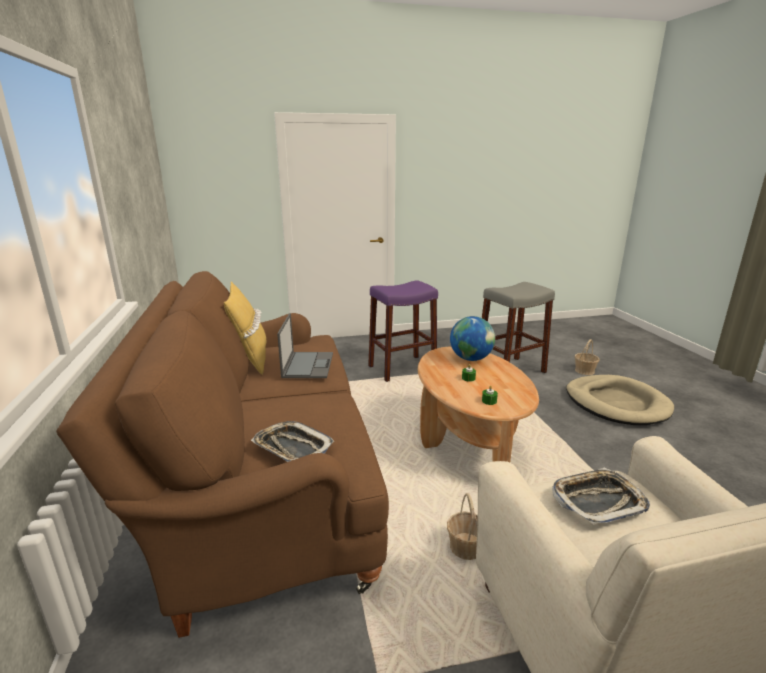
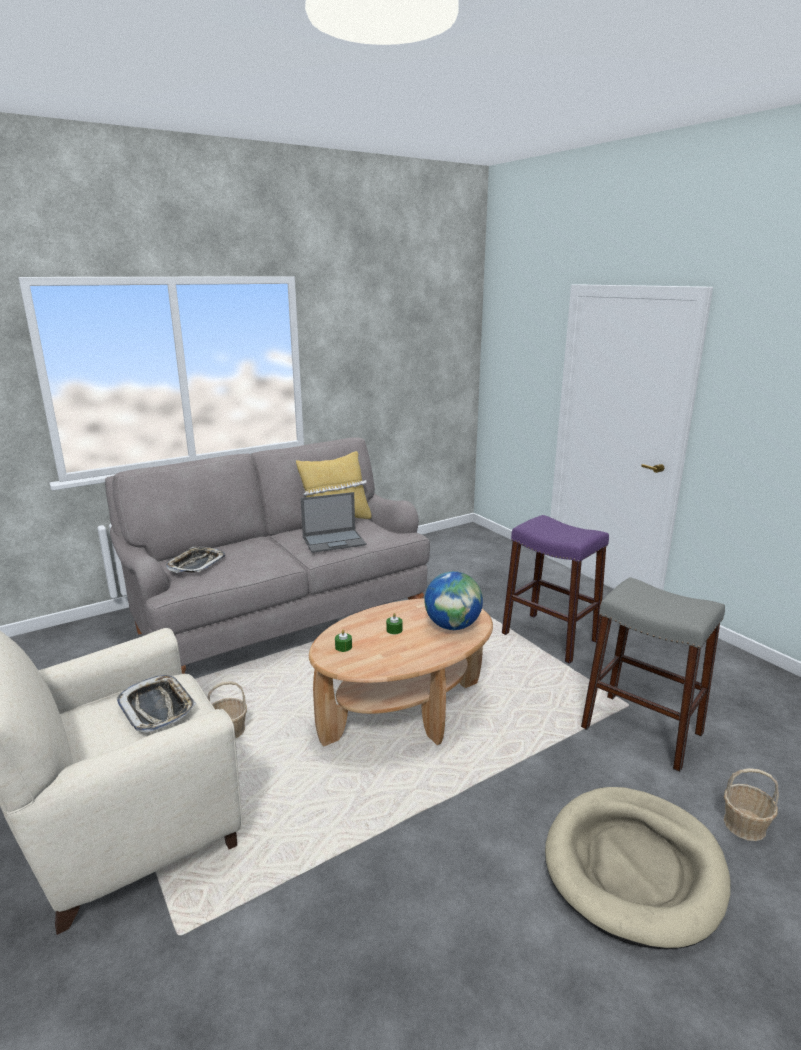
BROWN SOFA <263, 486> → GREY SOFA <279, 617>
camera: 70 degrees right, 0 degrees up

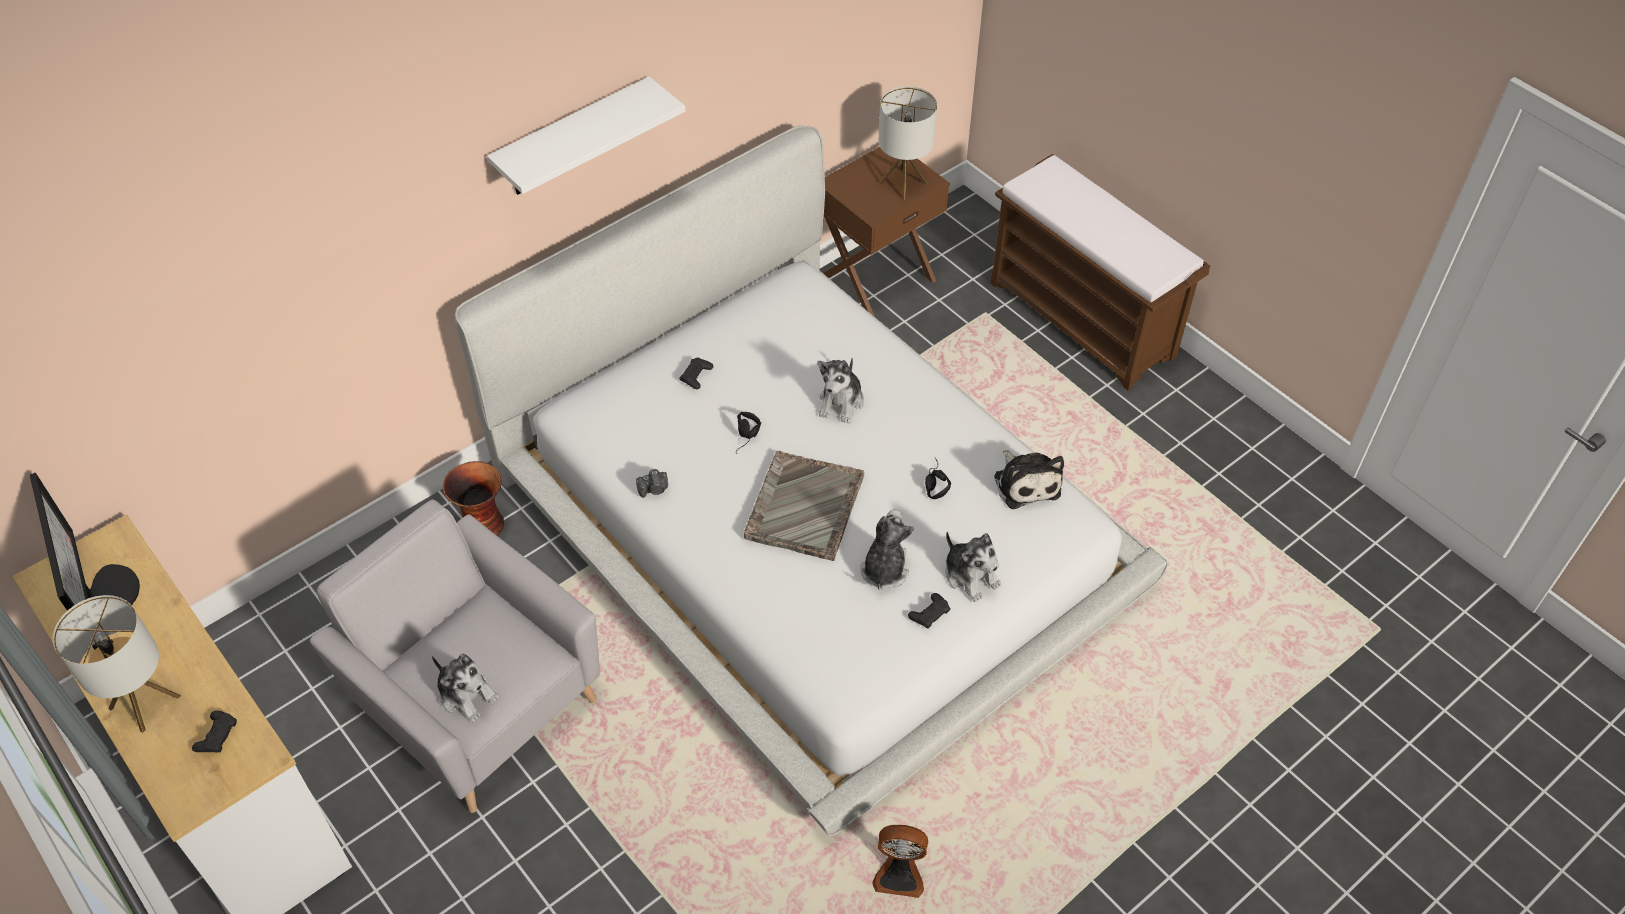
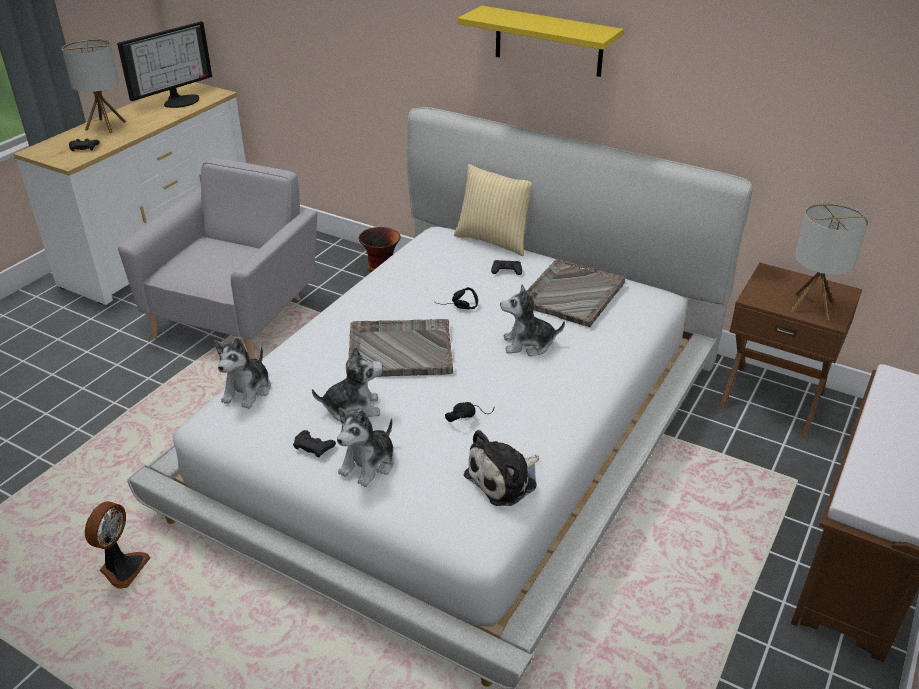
PLUSH TOY <467, 695> → PLUSH TOY <248, 390>, shifted
WHITE SHELF <573, 139> → YELLOW SHELF <548, 41>
PHOTO CAMERA <654, 489> → -
FAN <899, 875> → FAN <122, 568>, 150 degrees counterclockwise
- → PILLOW <494, 240>
- → GREY TRAY <571, 294>
camera: 70 degrees right, 15 degrees down

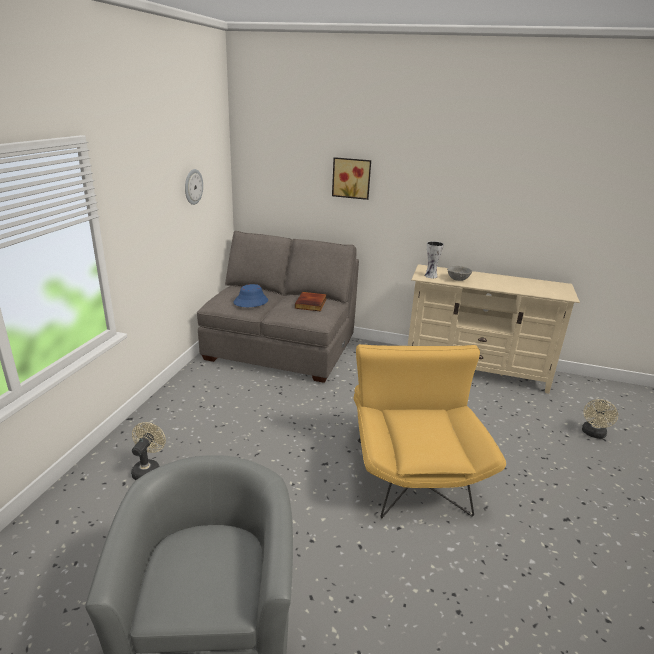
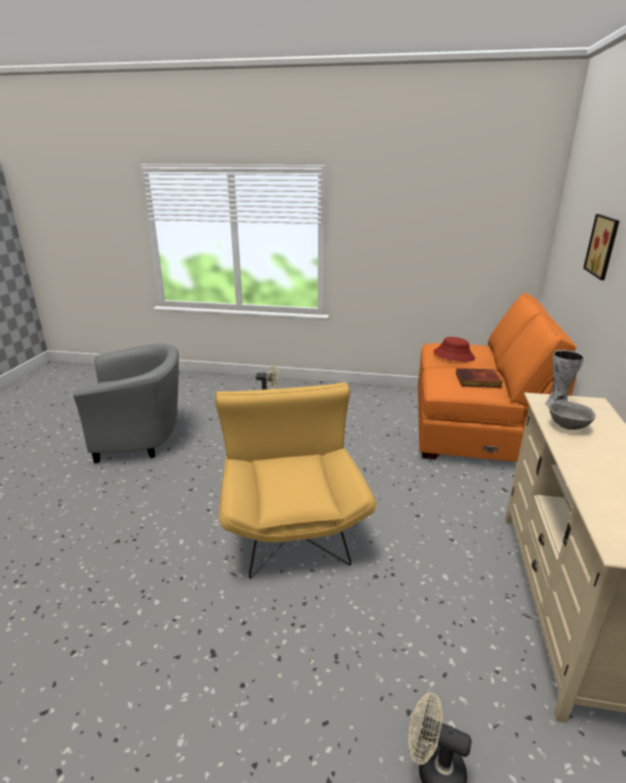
WALL CLOCK <193, 186> → -
GREY SOFA <280, 349> → ORANGE SOFA <474, 426>
BLUE HAT <251, 301> → RED HAT <453, 355>
YELLOW ARMCHAIR <411, 467> → YELLOW ARMCHAIR <290, 520>, 90 degrees counterclockwise
camera: 85 degrees right, 0 degrees up

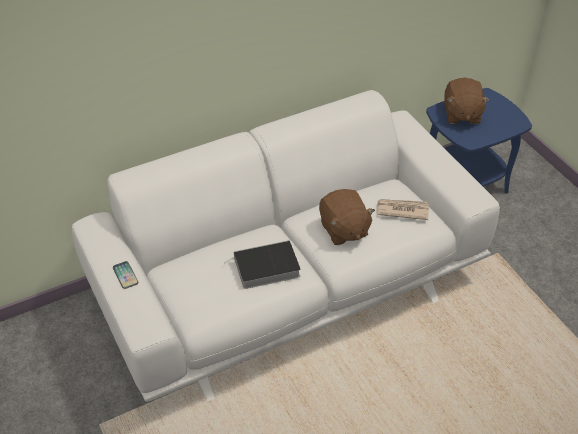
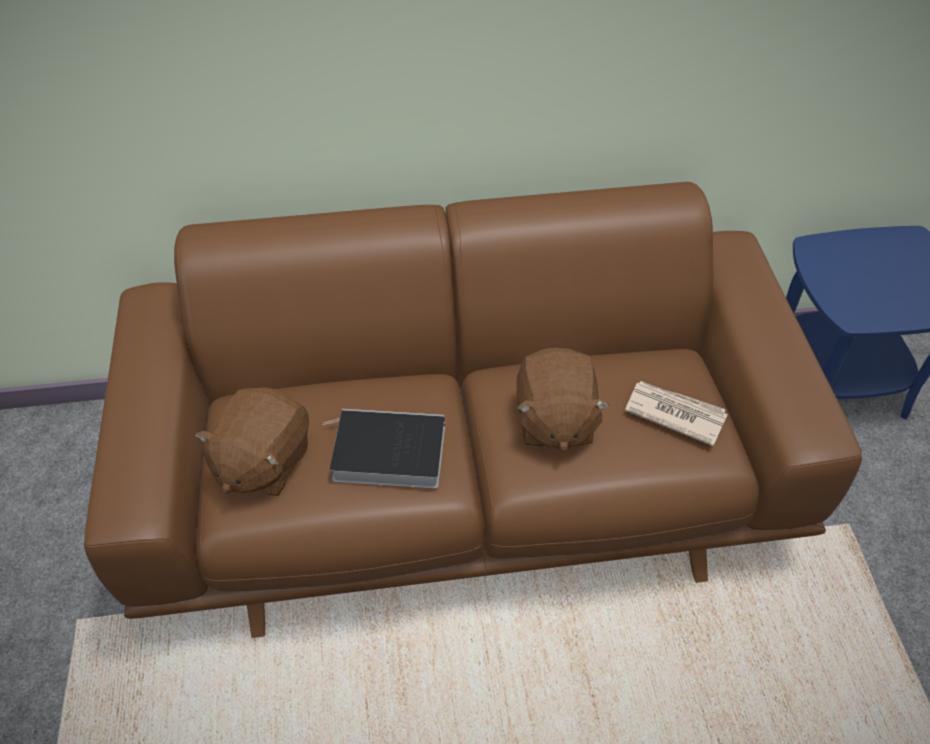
WHITE SOFA <289, 287> → BROWN SOFA <467, 479>
PHONE <125, 275> → -
BROWN PLUSH TOY <461, 114> → BROWN PLUSH TOY <262, 462>, shifted
camera: 20 degrees right, 5 degrees up

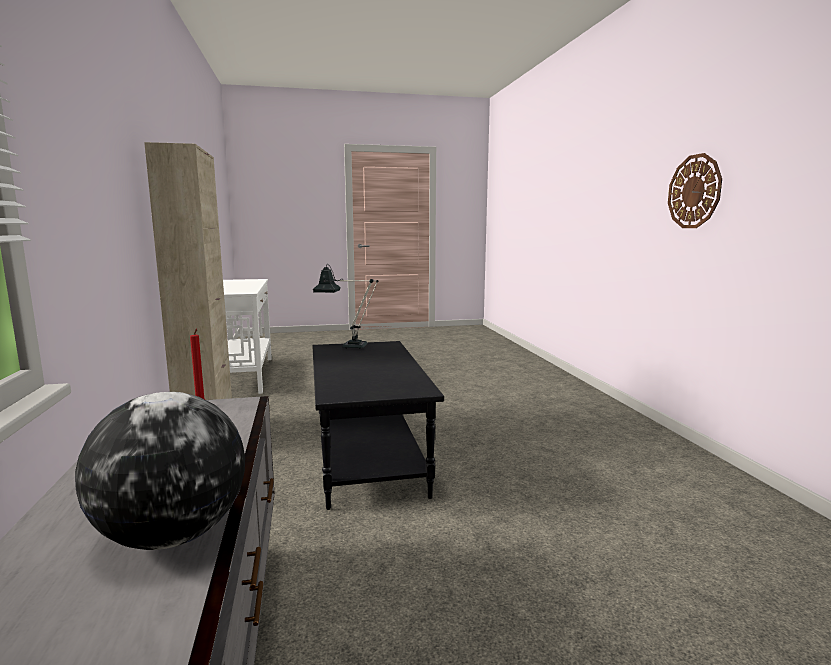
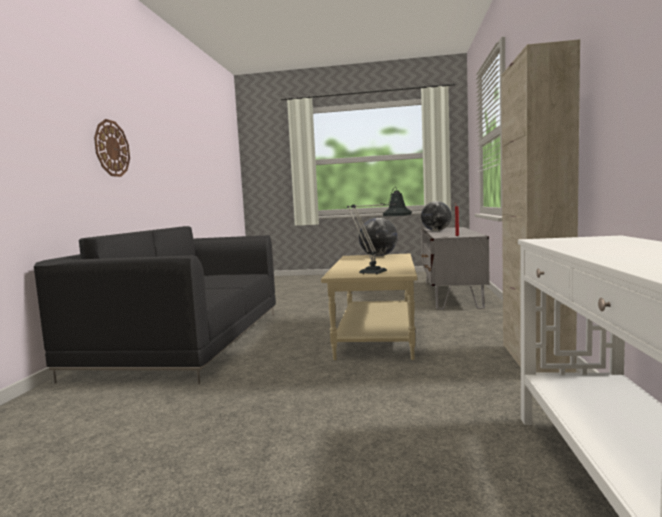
BLACK COFFEE TABLE <369, 456> → BEIGE COFFEE TABLE <375, 335>
- → BLACK SOFA <186, 342>
- → GLOBE <379, 256>
camera: 160 degrees left, 5 degrees down

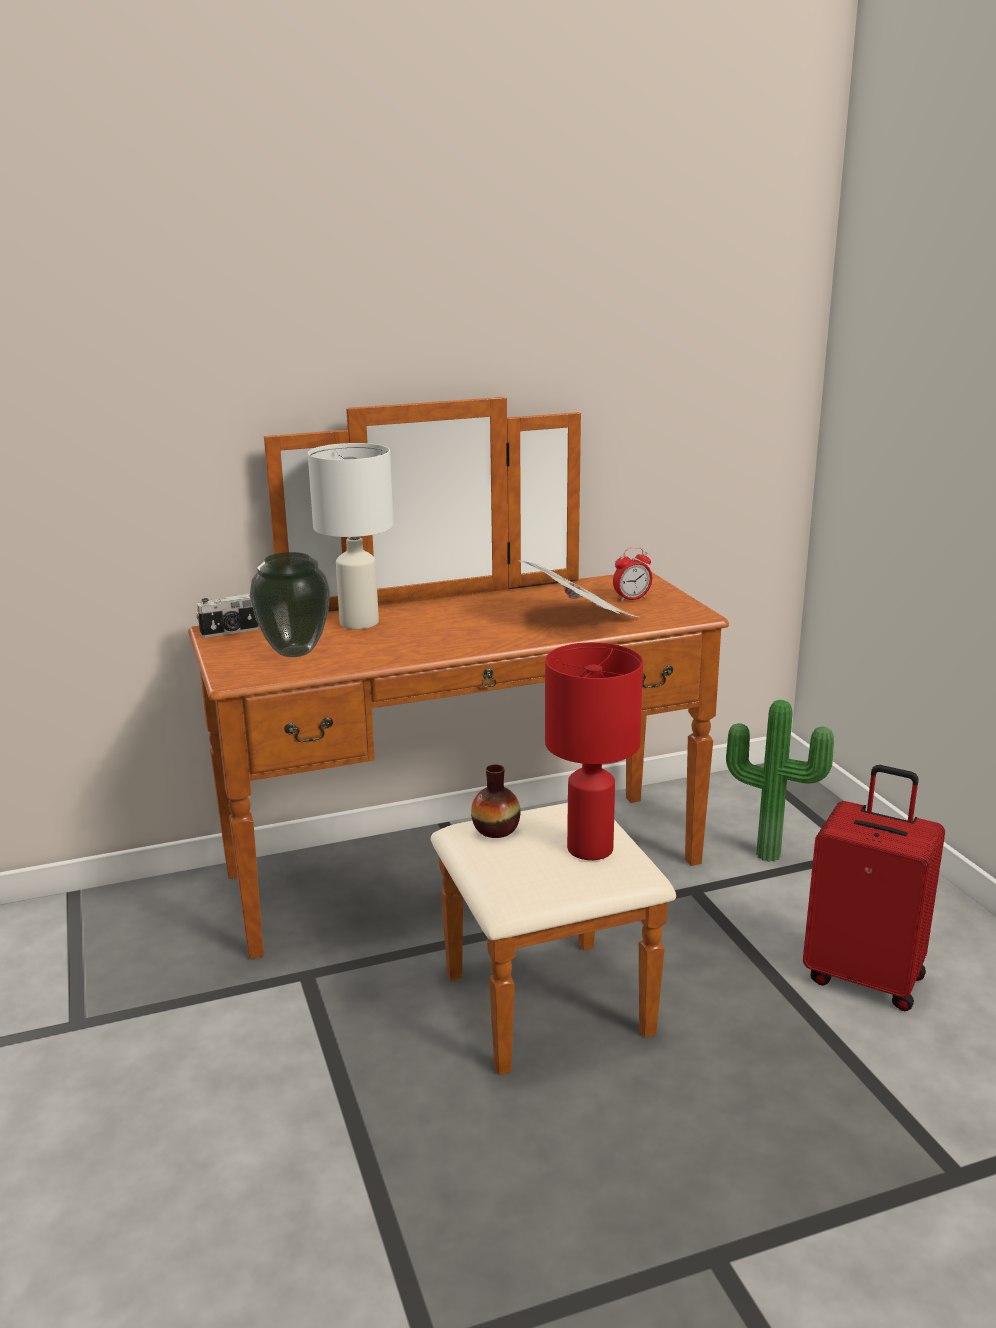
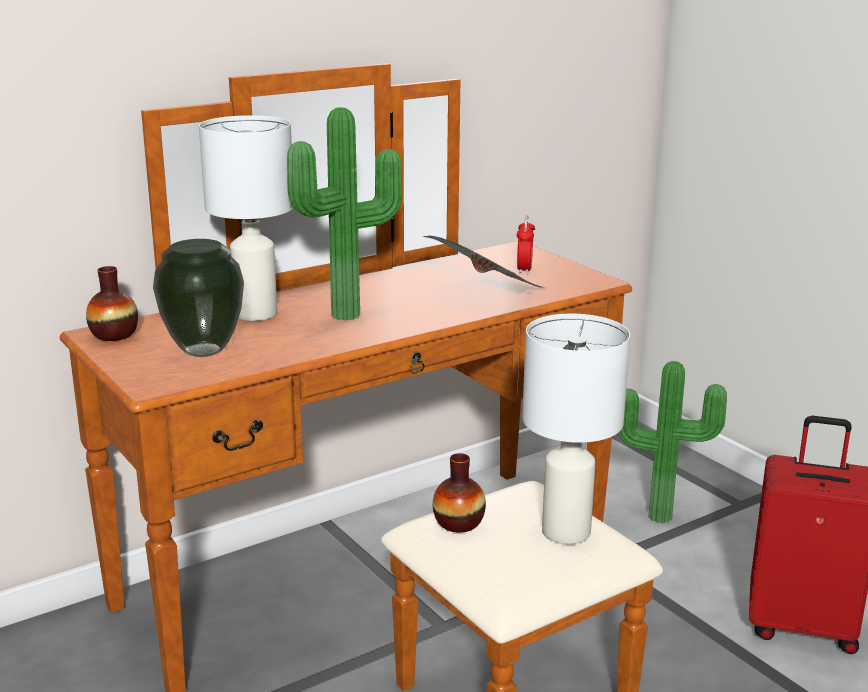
PHOTO CAMERA <230, 632> → VASE <114, 335>
RED TABLE LAMP <588, 849> → WHITE TABLE LAMP <564, 532>
ALARM CLOCK <631, 598> → ALARM CLOCK <524, 270>, 45 degrees counterclockwise
- → POTTED PLANT <349, 316>
camera: 15 degrees left, 0 degrees up

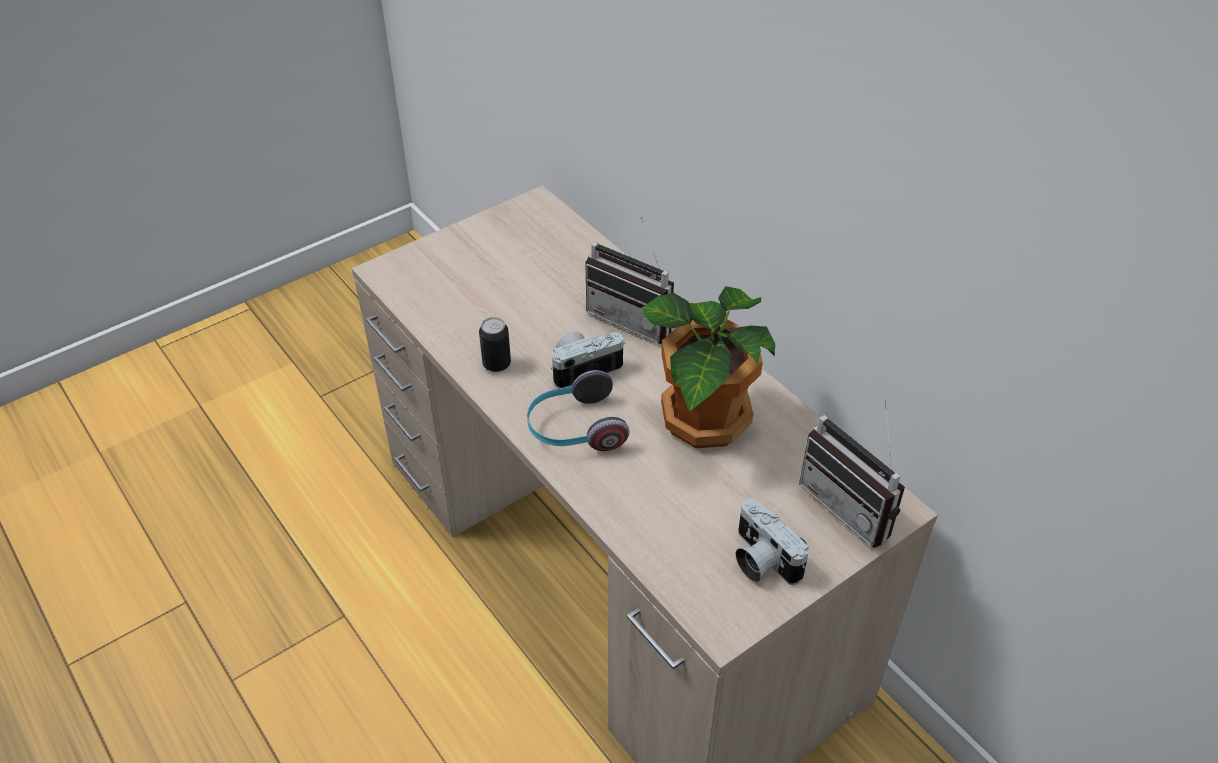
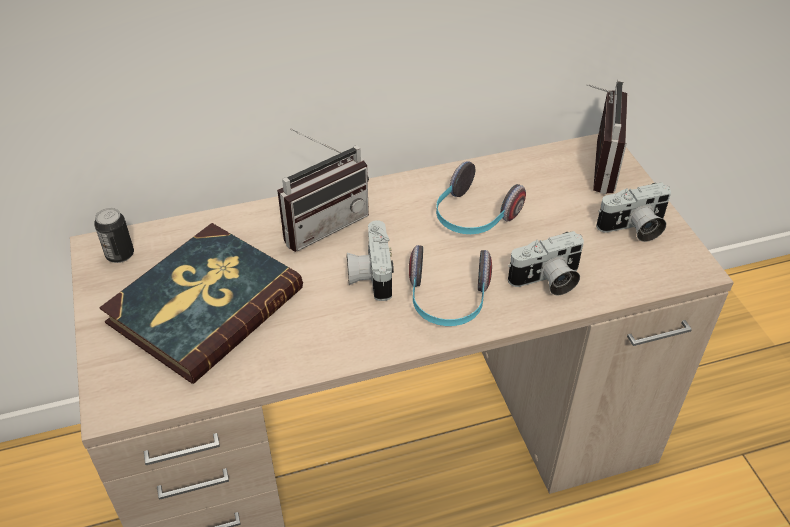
CAN <496, 364> → CAN <120, 255>, shifted
POTTED PLANT <702, 421> → HEADPHONES <473, 217>
RADIO <853, 506> → RADIO <594, 165>, 60 degrees counterclockwise
- → BOOK <204, 305>
- → PHOTO CAMERA <547, 281>
camera: 70 degrees left, 0 degrees up

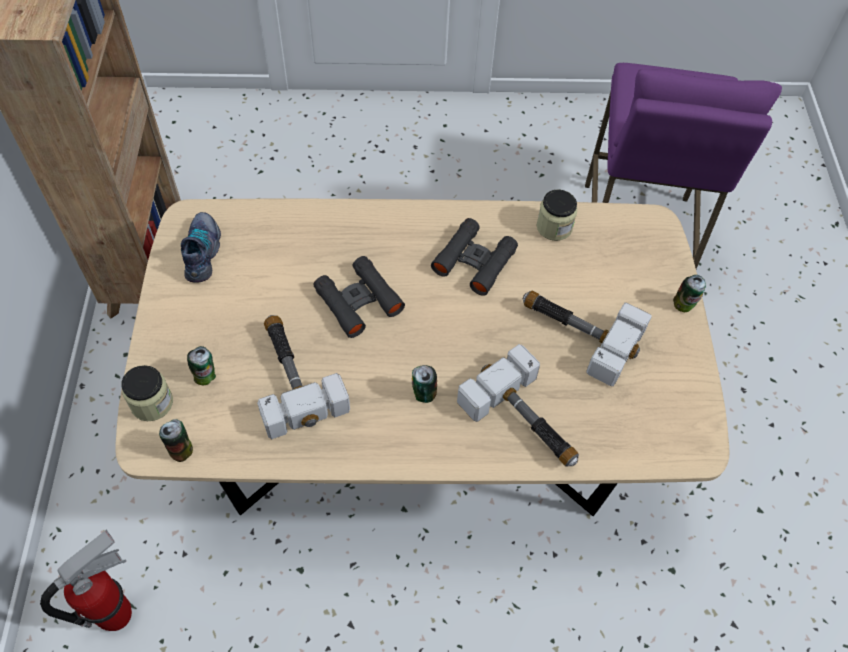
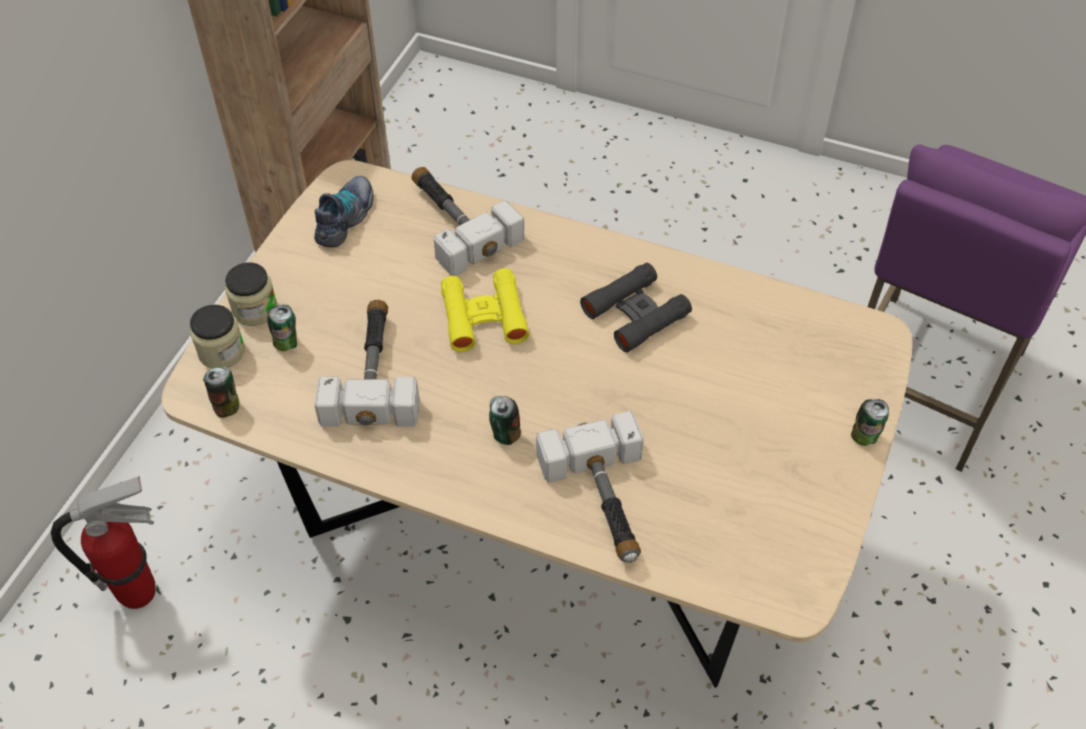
BLACK BINOCULARS <358, 301> → YELLOW BINOCULARS <484, 317>
HAMMER <577, 332> → HAMMER <454, 222>, shifted
JAR <554, 227> → JAR <255, 309>, shifted
camera: 25 degrees right, 5 degrees down

